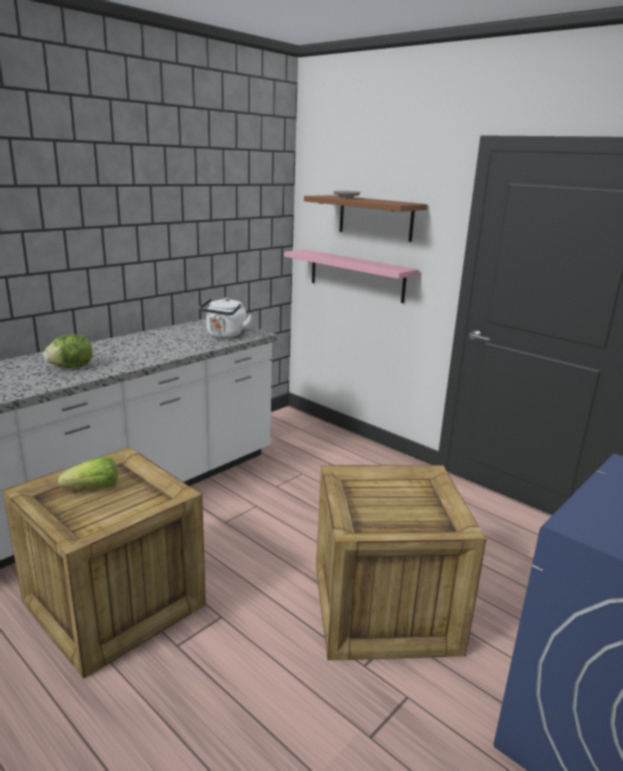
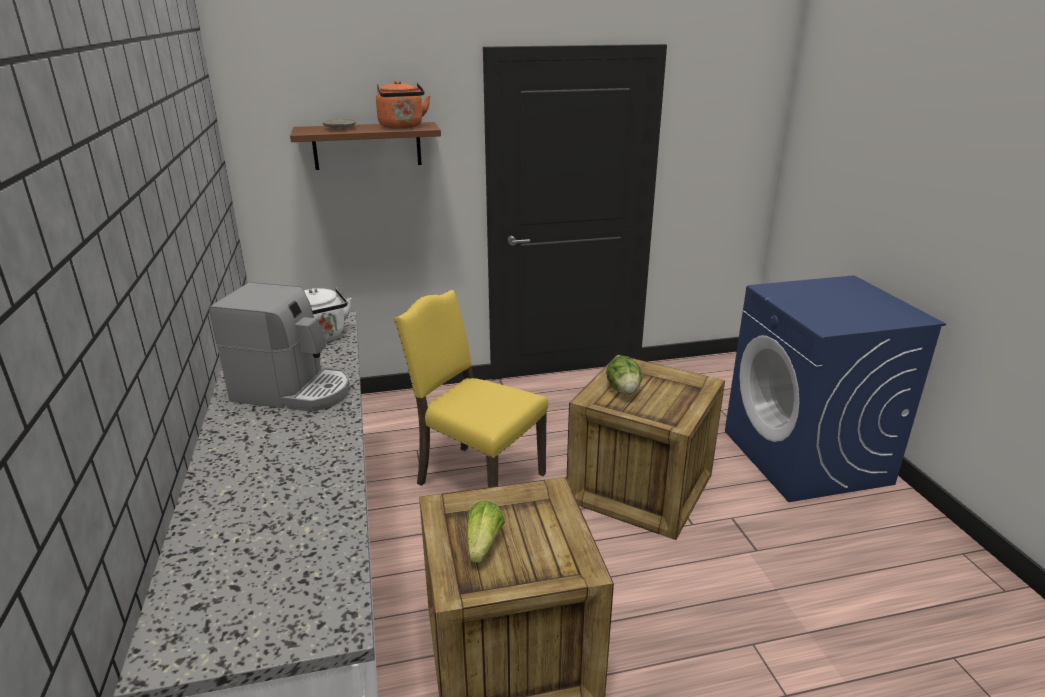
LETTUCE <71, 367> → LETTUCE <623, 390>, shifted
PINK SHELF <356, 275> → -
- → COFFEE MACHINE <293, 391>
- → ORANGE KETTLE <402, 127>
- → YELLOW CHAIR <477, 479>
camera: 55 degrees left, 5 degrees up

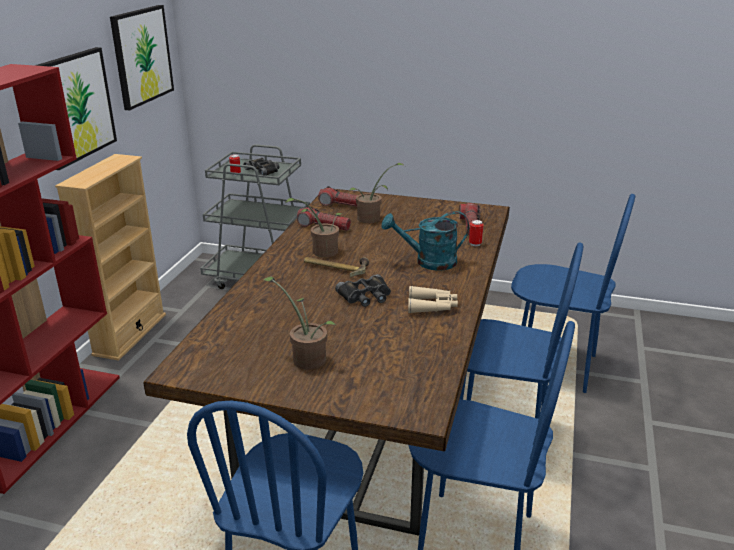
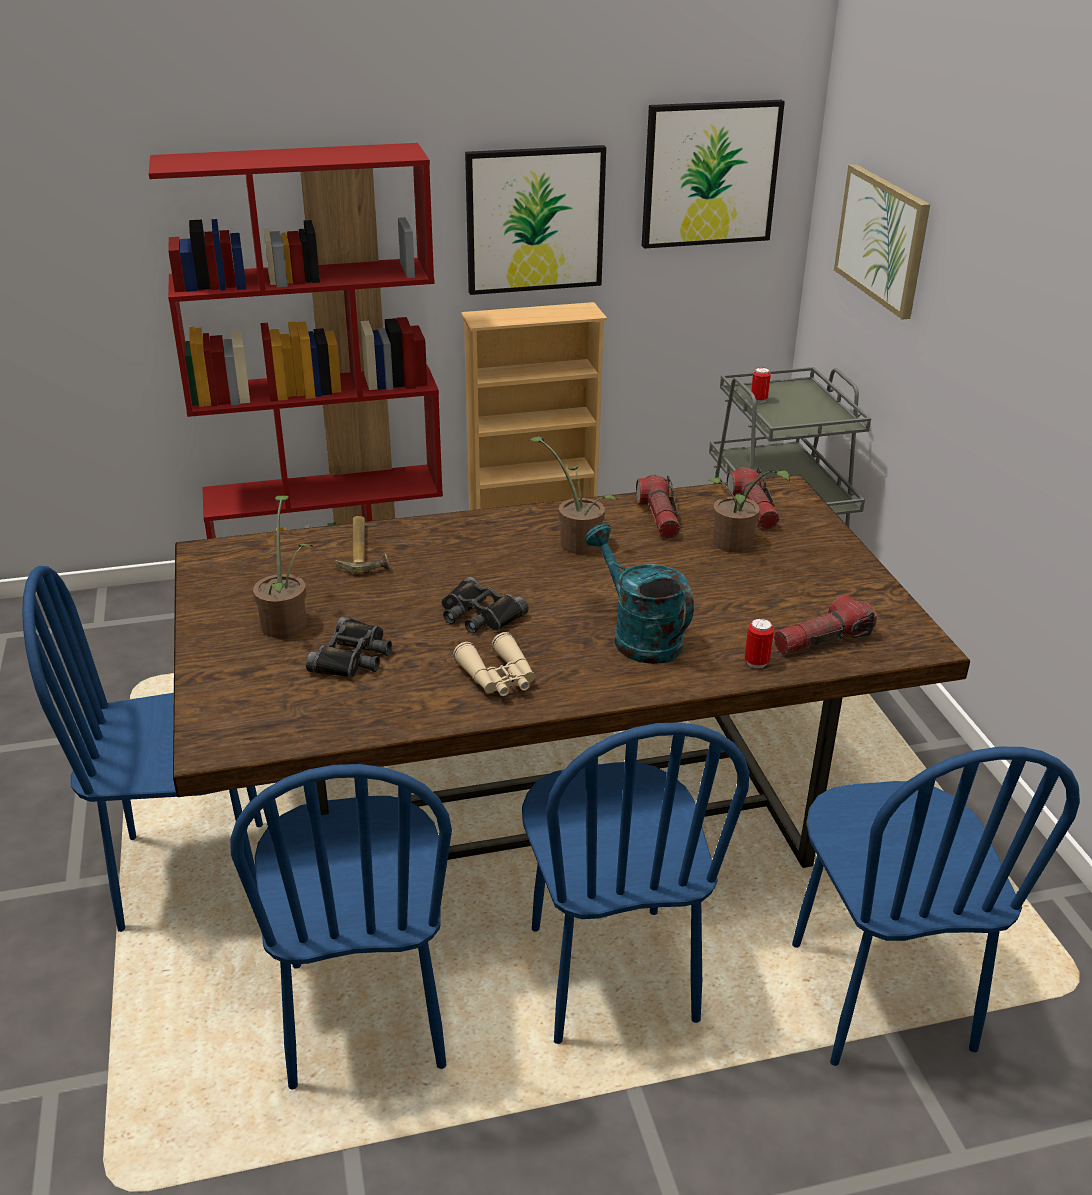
BLACK BINOCULARS <263, 170> → BLACK BINOCULARS <353, 657>, shifted
HAMMER <336, 268> → HAMMER <364, 549>, shifted
- → PICTURE <882, 239>
camera: 60 degrees right, 5 degrees up

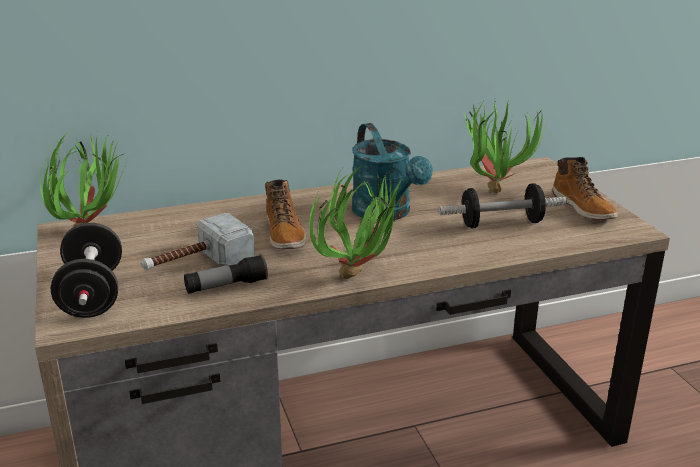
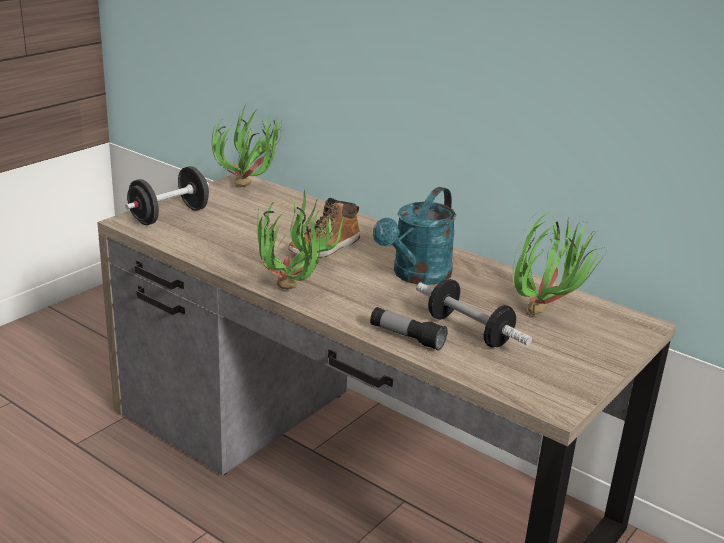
HAMMER <196, 264> → -
FLASHLIGHT <226, 286> → FLASHLIGHT <406, 337>, shifted
BOOT <583, 208> → -
camera: 55 degrees right, 0 degrees up

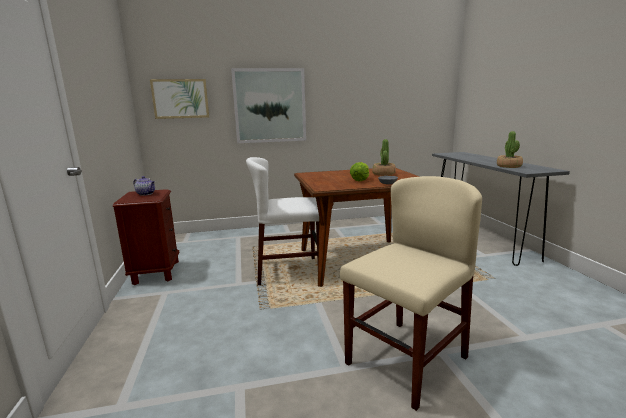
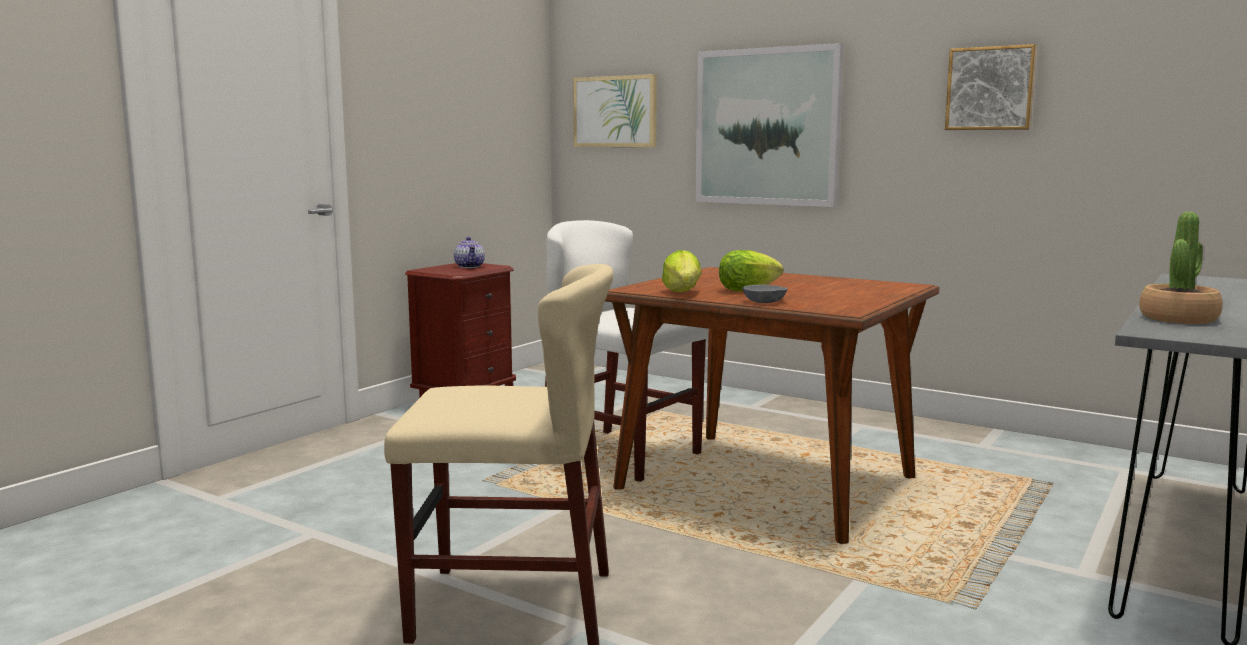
POTTED PLANT <383, 174> → -
- → LETTUCE <682, 292>
- → PICTURE <990, 88>
camera: 45 degrees right, 5 degrees down

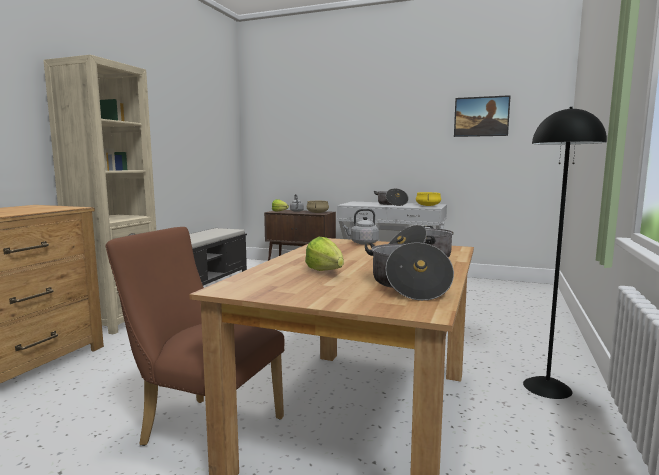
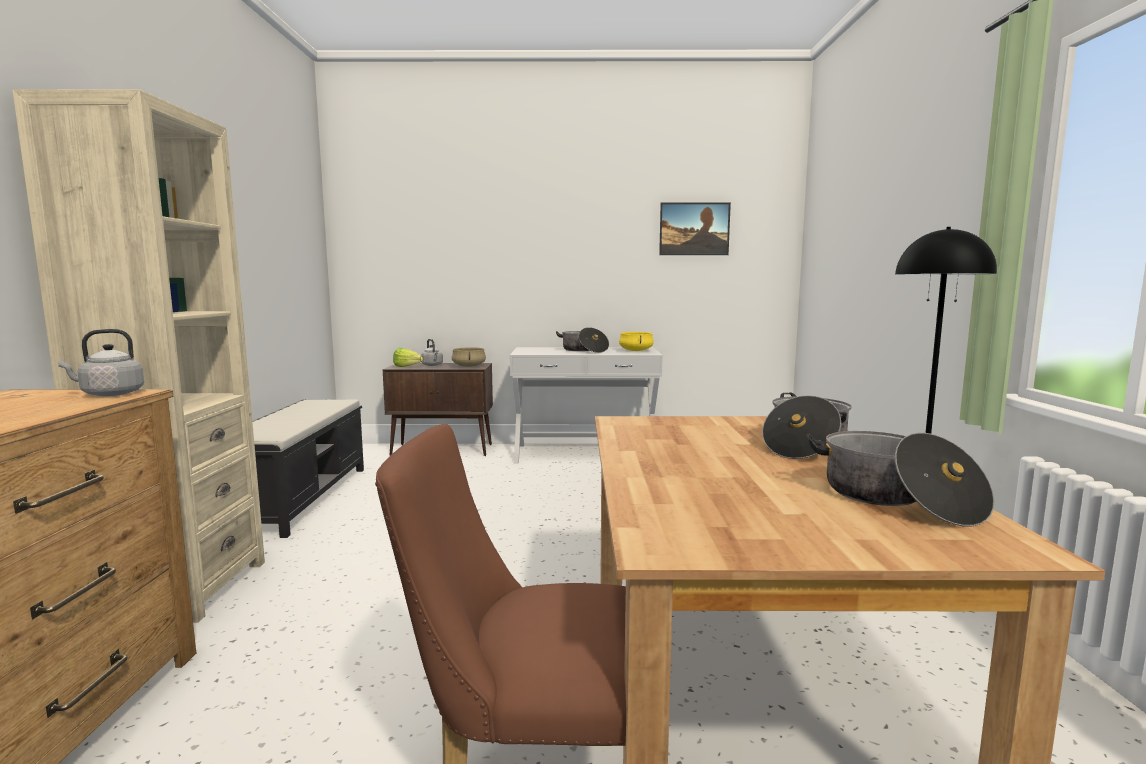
LETTUCE <327, 273> → -
GREY KETTLE <362, 243> → GREY KETTLE <109, 394>, shifted
camera: 20 degrees left, 0 degrees up

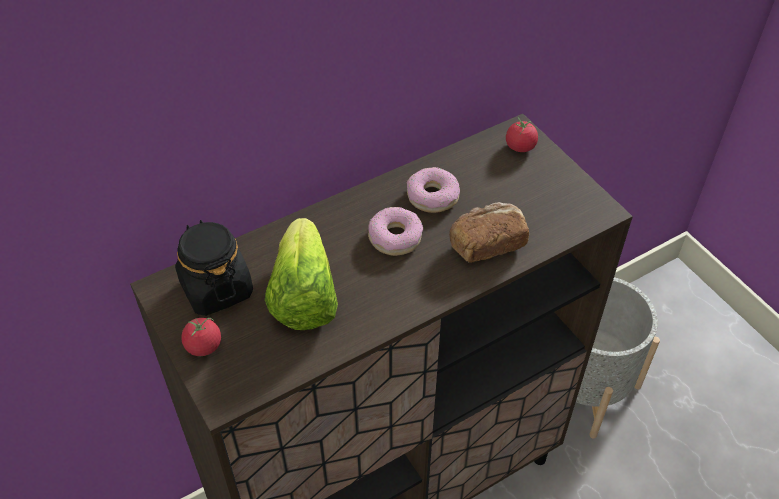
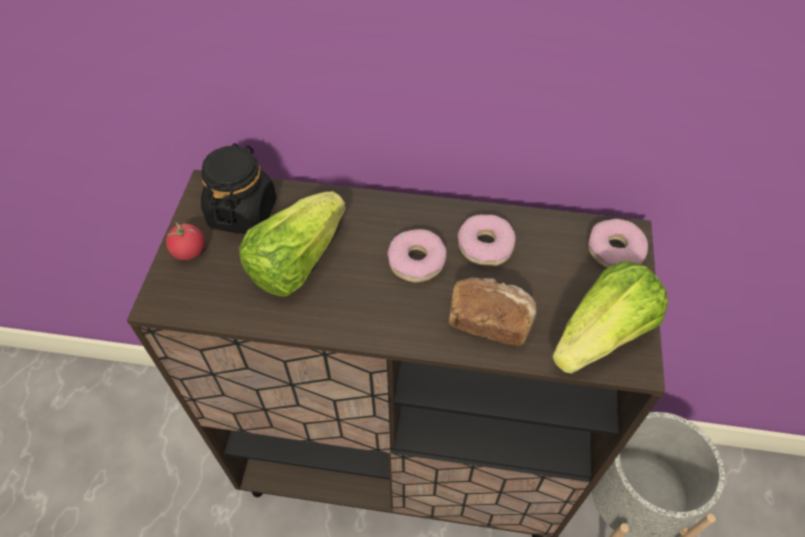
TOMATO <520, 146> → DONUT <615, 250>
- → LETTUCE <602, 335>
camera: 40 degrees right, 5 degrees up

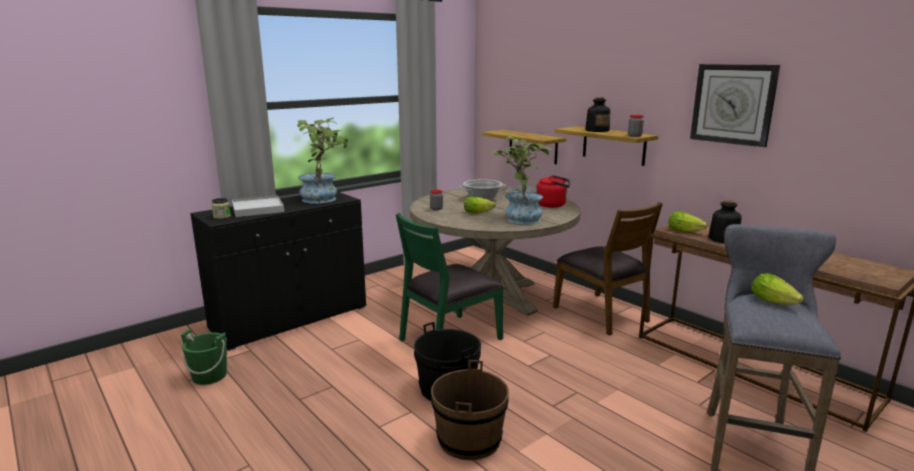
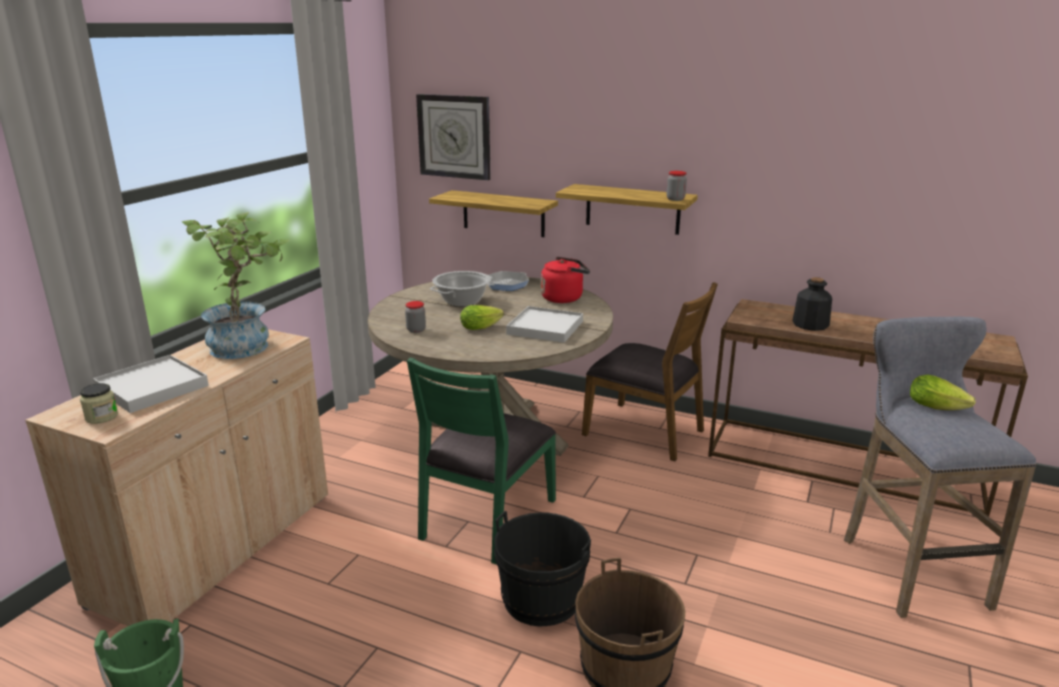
BLACK CABINET <290, 319> → BEIGE CABINET <217, 547>
POTTED PLANT <519, 218> → WHITE TRAY <545, 327>
BOTTLE <597, 130> → -
LETTUCE <686, 231> → -
WALL CLOCK <733, 104> → WALL CLOCK <454, 136>, shifted
camera: 25 degrees left, 5 degrees up

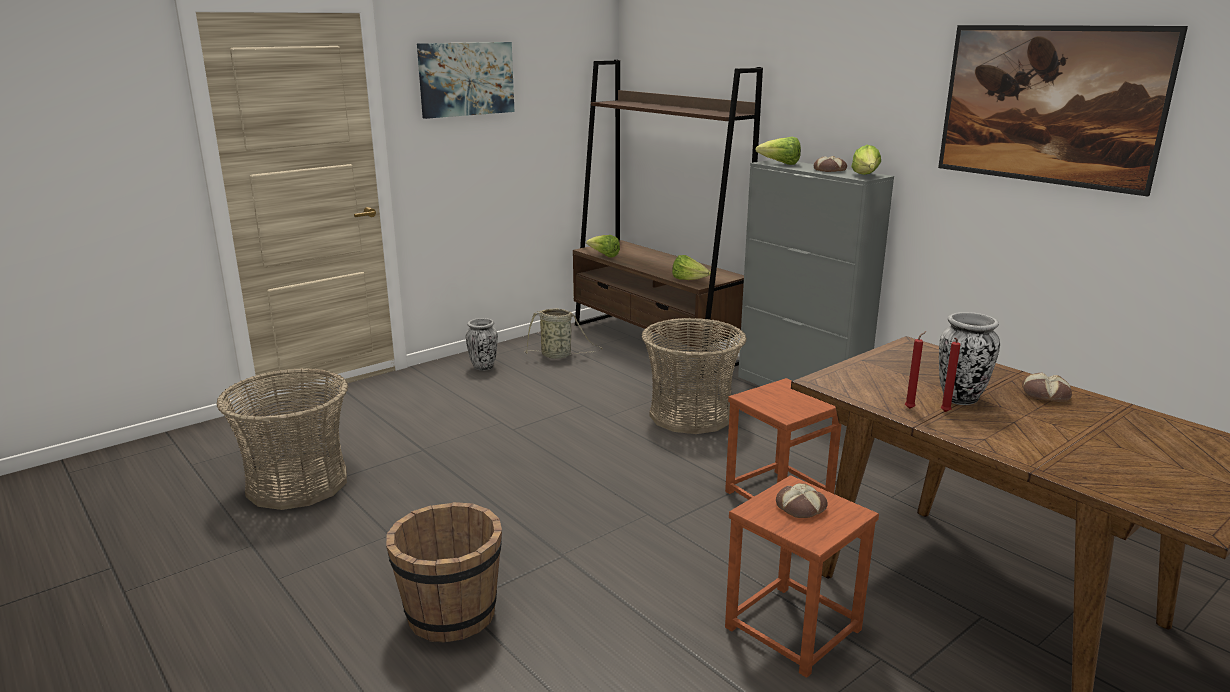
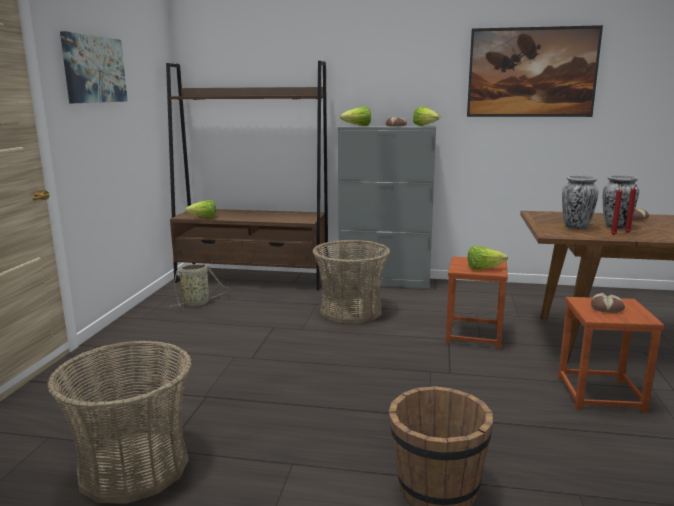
VASE <483, 367> → VASE <576, 227>, shifted
LETTUCE <689, 280> → LETTUCE <483, 269>, shifted
camera: 40 degrees left, 5 degrees down

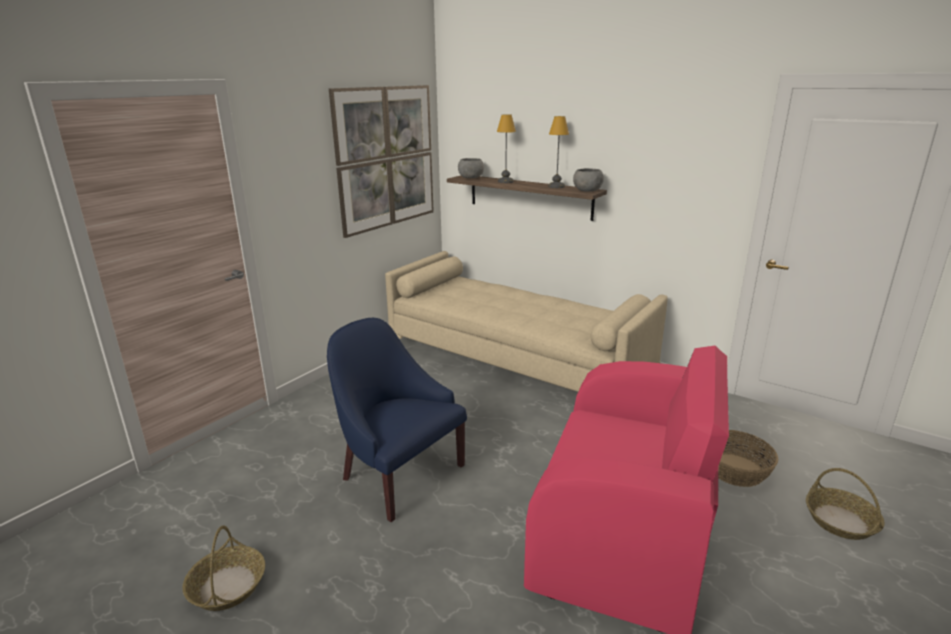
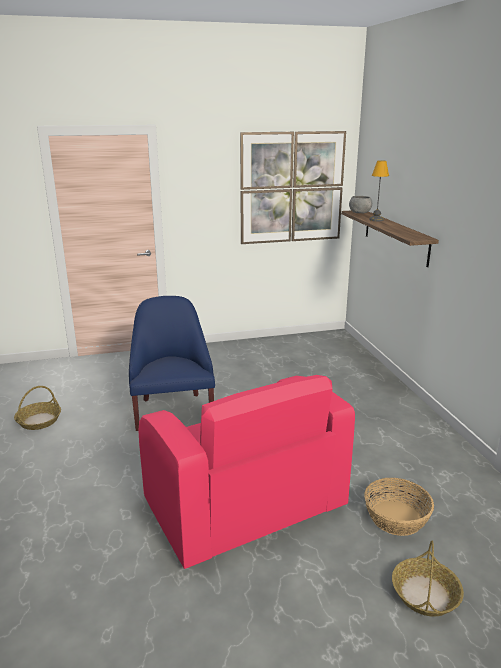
BEIGE SOFA <516, 360> → -
TABLE LAMP <556, 186> → -
GREY BOWL <587, 190> → -
camera: 40 degrees right, 0 degrees up

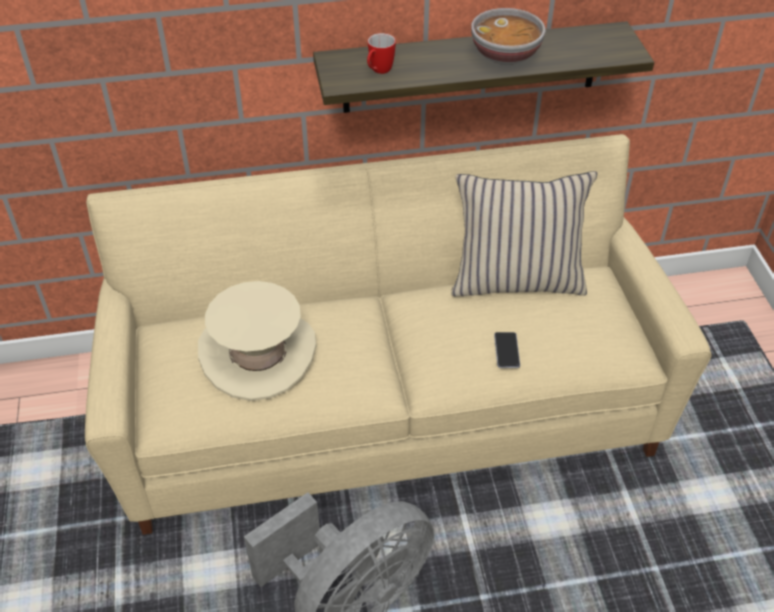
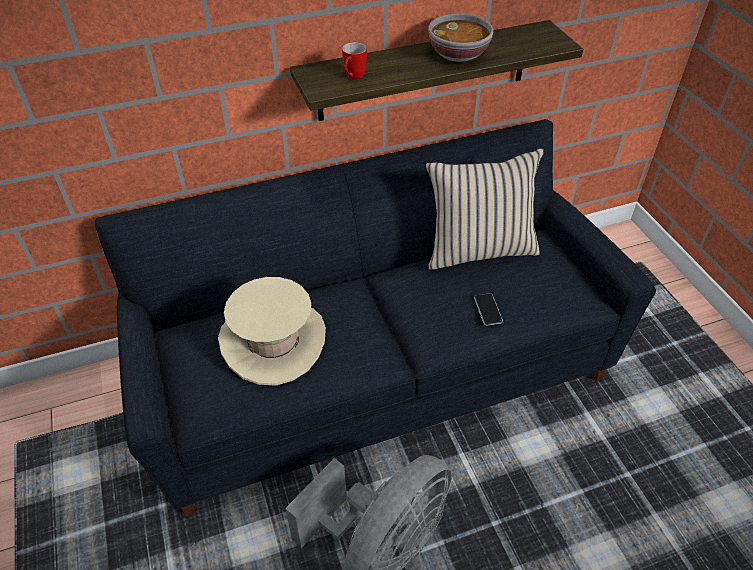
BEIGE SOFA <387, 405> → BLACK SOFA <376, 369>
camera: 10 degrees left, 0 degrees up

